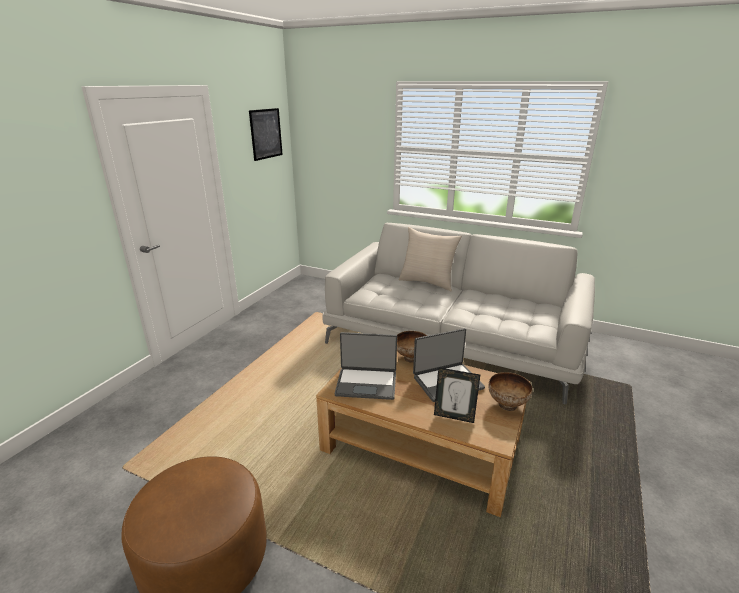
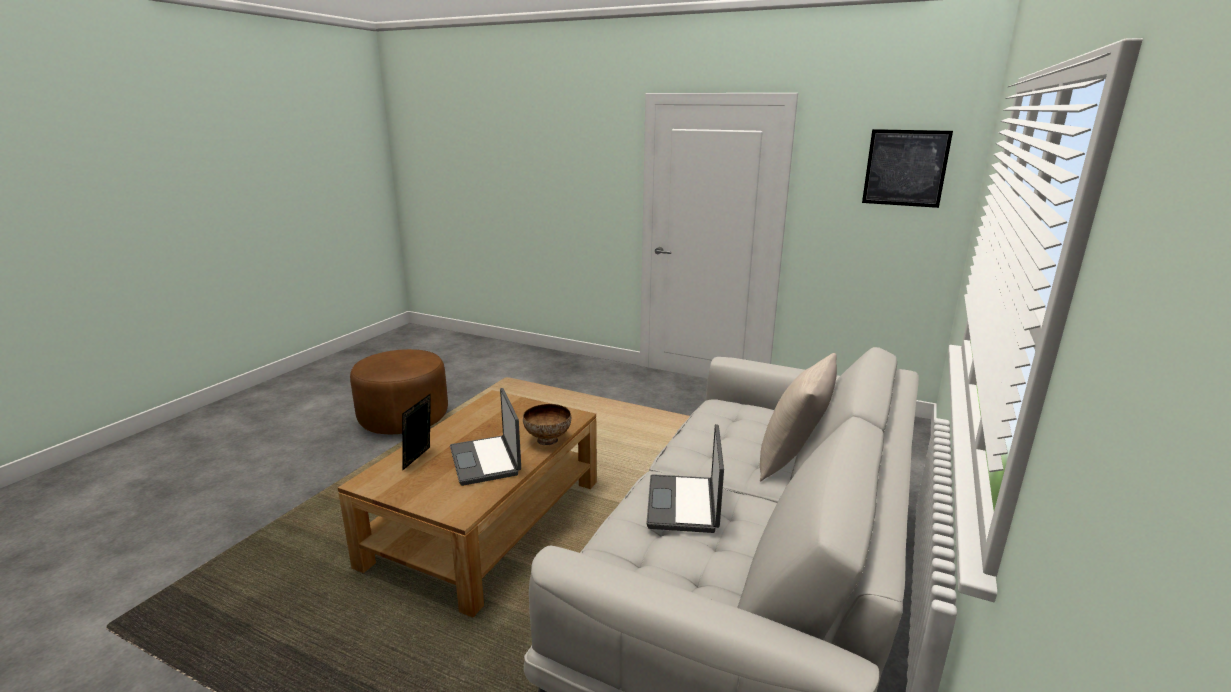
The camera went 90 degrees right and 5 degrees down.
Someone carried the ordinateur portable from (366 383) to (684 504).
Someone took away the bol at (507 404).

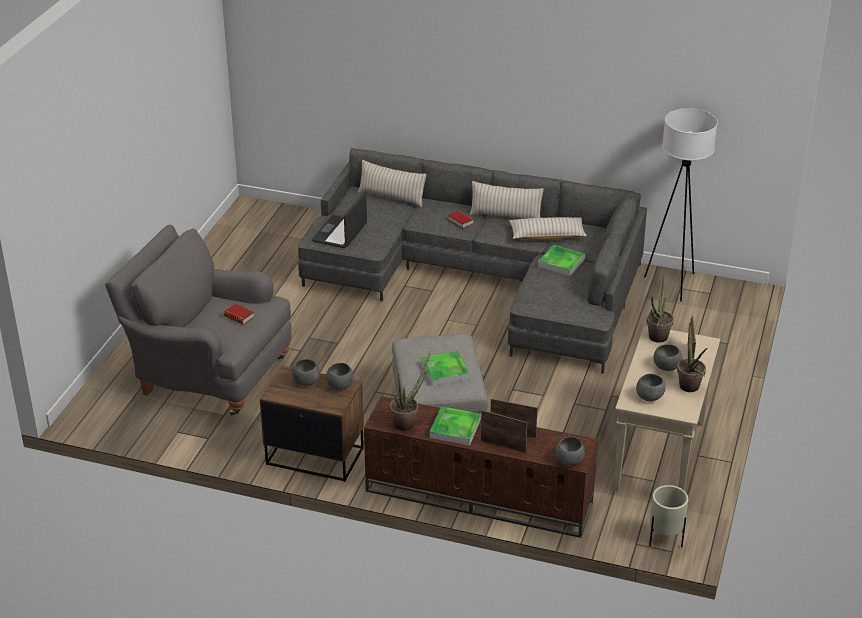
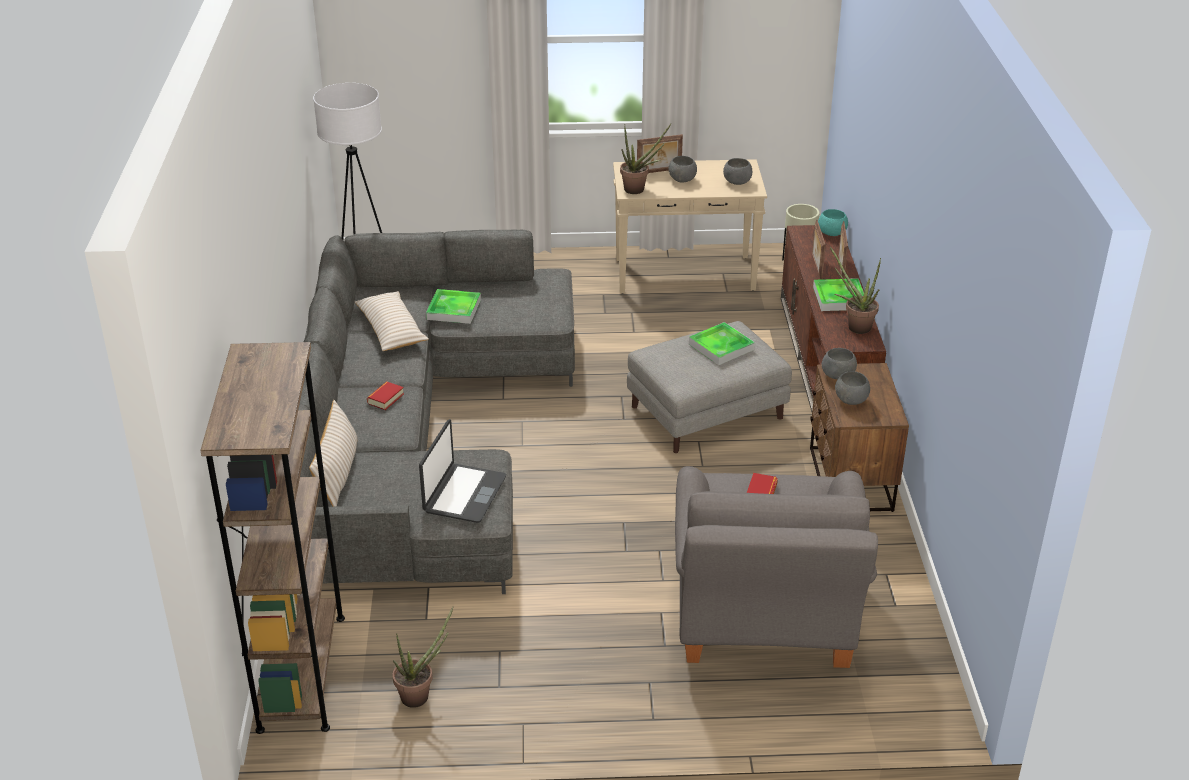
The camera went 110 degrees left and 0 degrees up.
Someone took away the coussin [beige] at (505 216).
Someone rotated the ordinateur portable at (340 233) by 75 degrees counterclockwise.
Someone carried the plante en pot from (690 389) to (420 695).
Someone repainted the bol [gris] at (569 461), which became the bol [turquoise] at (831 234).
Someone put down the bibliothèque [marron] at (302 672).

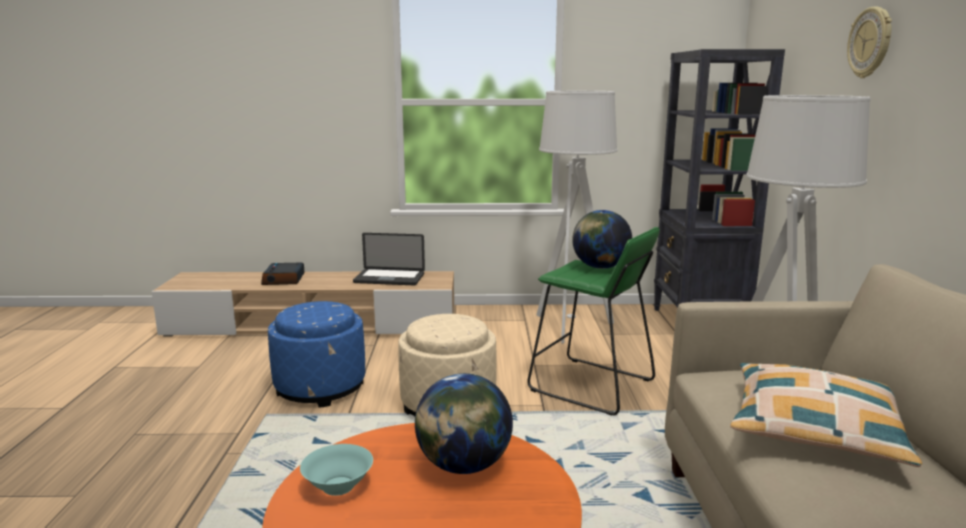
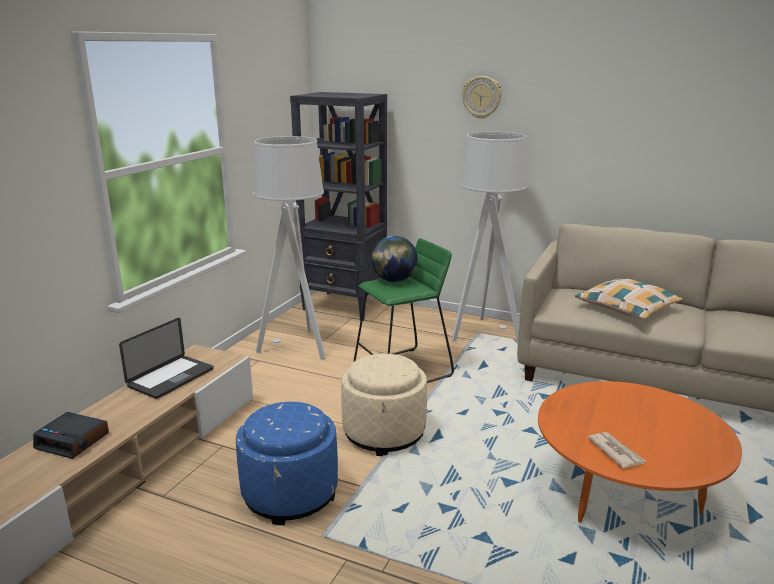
The camera went 65 degrees left and 5 degrees up.
Someone took away the globe at (463 466).
Someone swapped the bol [turquoise] at (338 485) for the journal at (615 451).

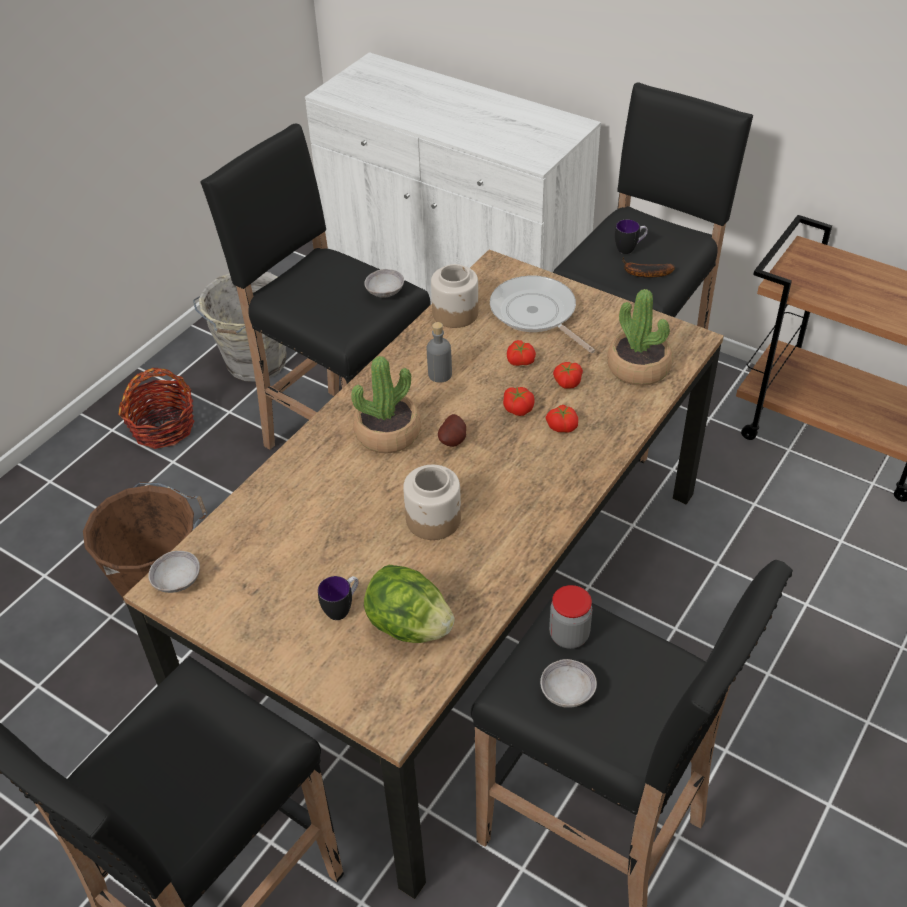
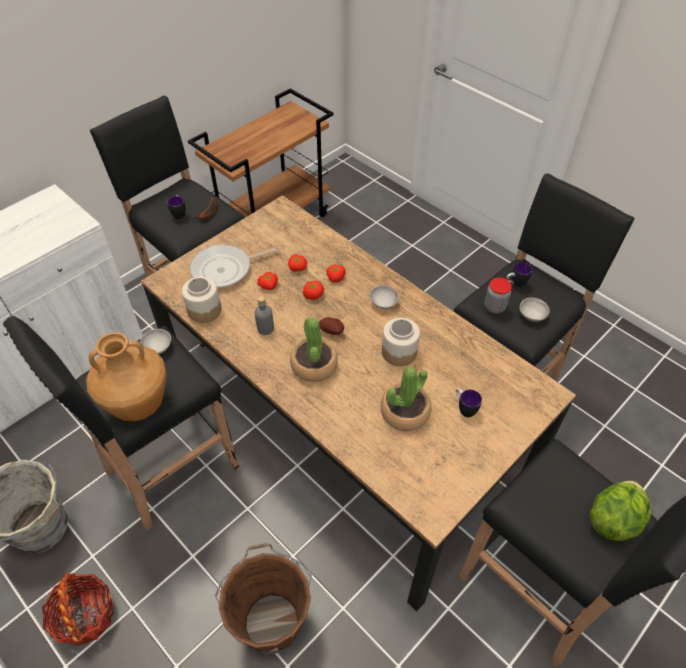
The camera went 80 degrees left and 5 degrees up.
Someone carried the plante en pot from (638 367) to (405 412).
Someone carried the bol [gris] from (177 581) to (383 303).
Someone carried the laitue from (409 626) to (613 519).
Someone put down the mug at (515 284).
Someone put down the vase [marron] at (140 405).

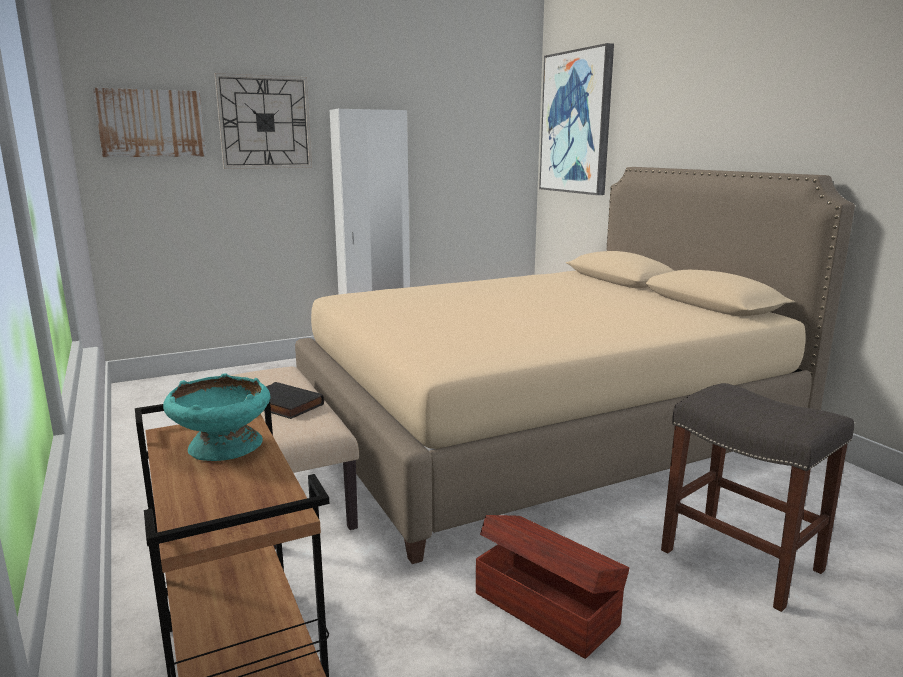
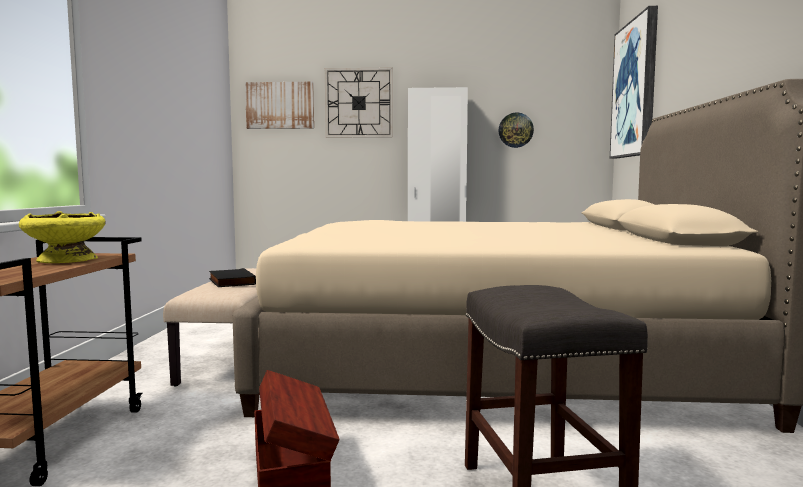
The camera went 30 degrees right and 10 degrees down.
Someone repainted the bol [turquoise] at (222 446), which became the bol [jaune] at (66 260).
Someone put up the horloge murale at (515 130).

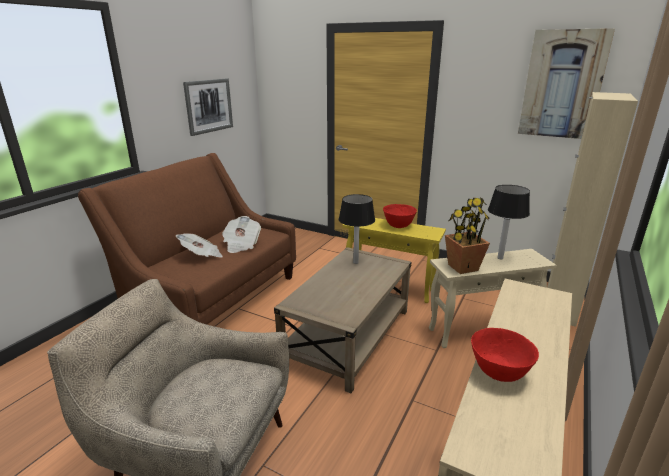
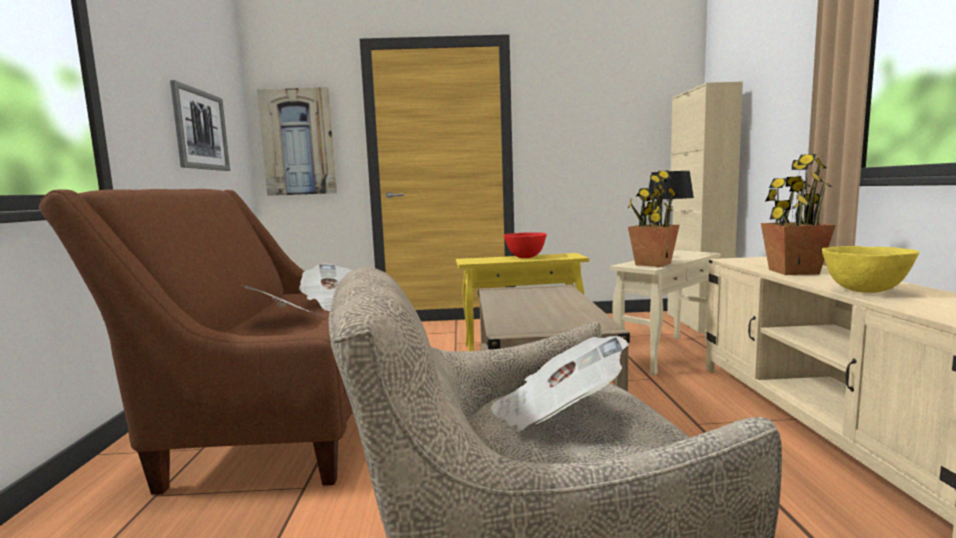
The camera went 30 degrees left and 15 degrees down.
Someone carried the tableau from (562 85) to (298 142).
Someone took away the lampe de table at (355 262).
Someone repainted the bol [rouge] at (499 373), which became the bol [jaune] at (864 291).
Someone put down the plante en pot at (792 272).
Someone put down the journal at (556 414).

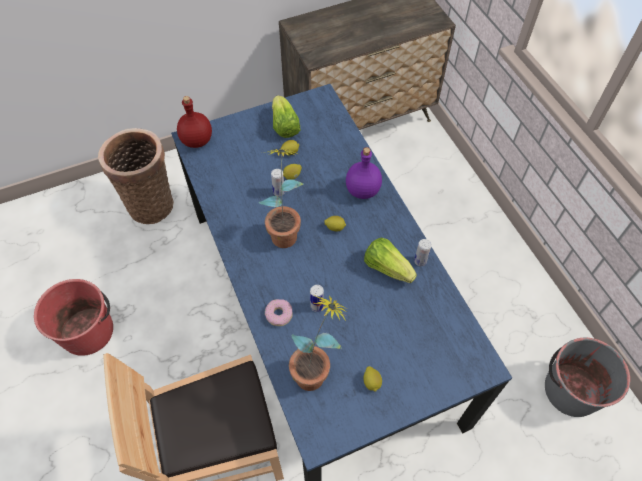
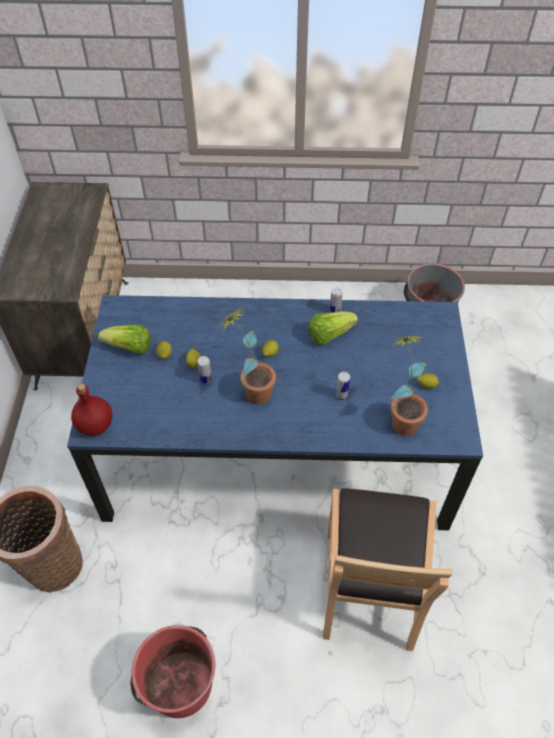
The camera went 65 degrees left and 5 degrees down.
Someone took away the bouteille [violet] at (362 191).
Someone took away the beignet at (279 314).

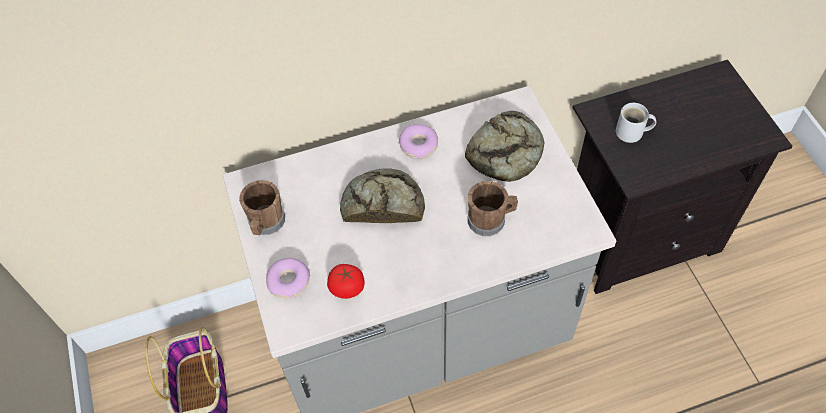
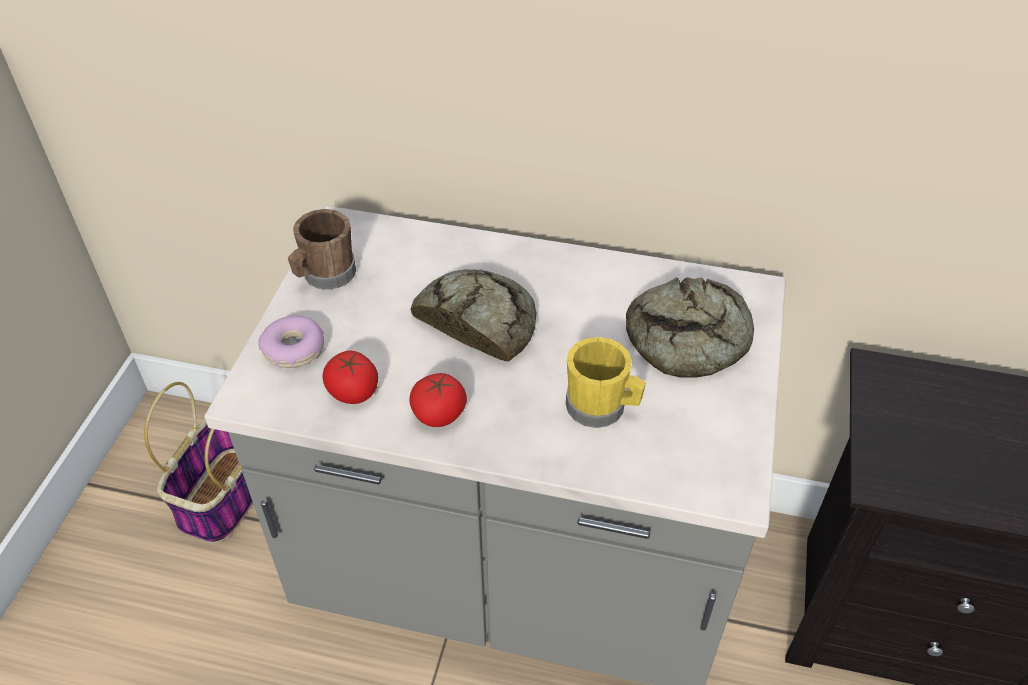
The camera went 30 degrees right and 10 degrees down.
Someone took away the mug [blanc] at (632 133).
Someone took away the beignet at (418 146).
Someone repainted the mug [marron] at (490 220), which became the mug [jaune] at (602 408).
Someone put down the tomate at (439 414).

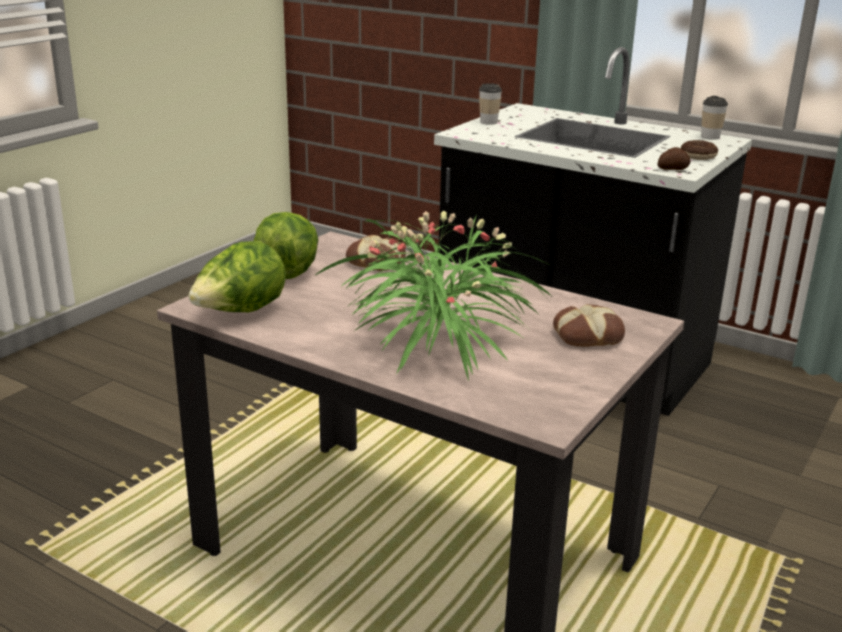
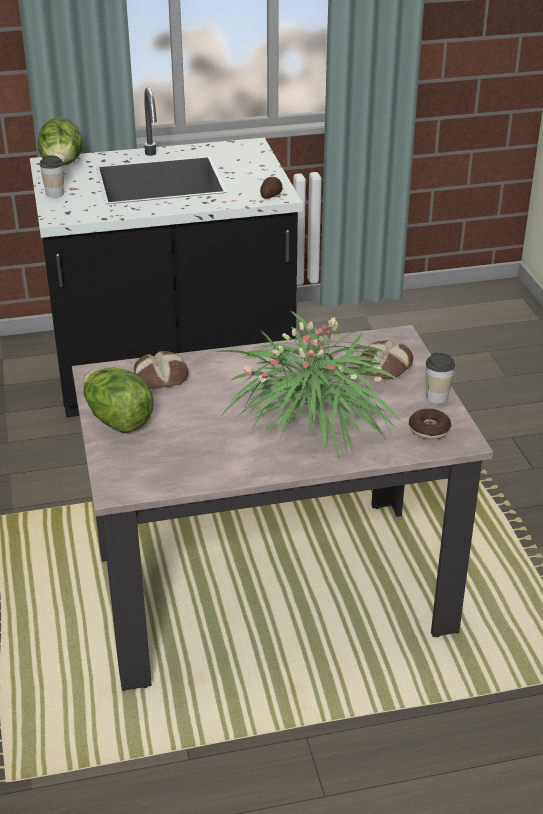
The camera went 45 degrees left and 10 degrees up.
Someone carried the tasse from (710 137) to (437 397).
Someone carried the beignet from (698 156) to (429 430).
Someone carried the laitue from (240 313) to (62 166).

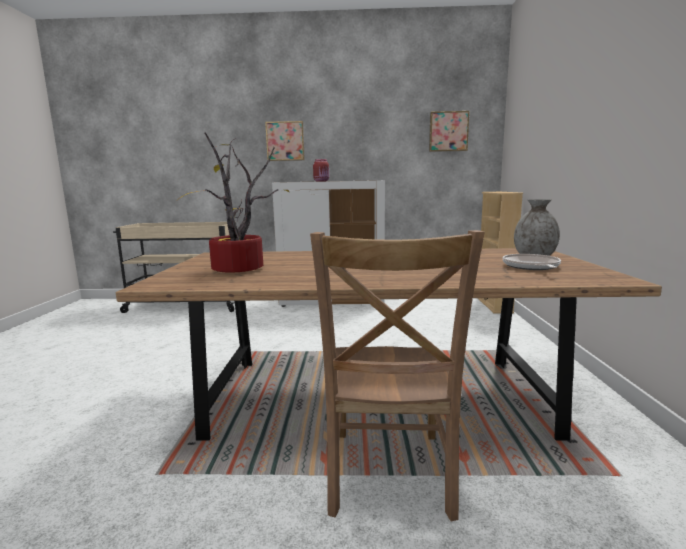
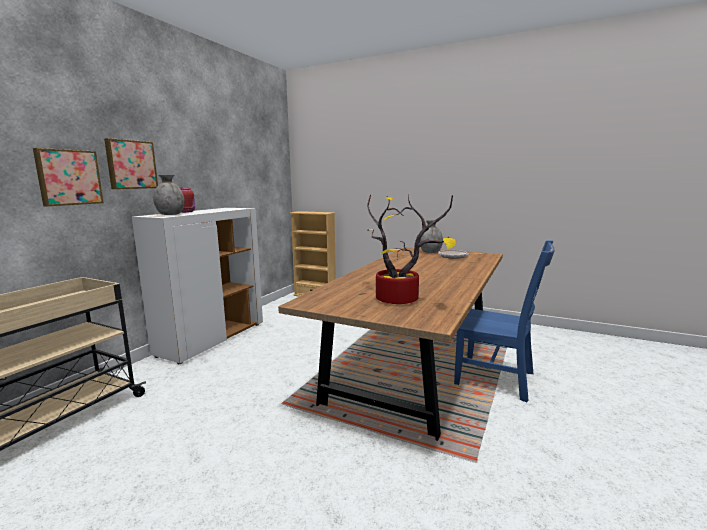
The camera went 65 degrees left and 0 degrees up.
Someone carried the tableau from (448 131) to (68 177).
Someone repainted the chaise [marron] at (388 476), which became the chaise [bleu] at (498 379).
Someone put down the vase [gris] at (171 214).

